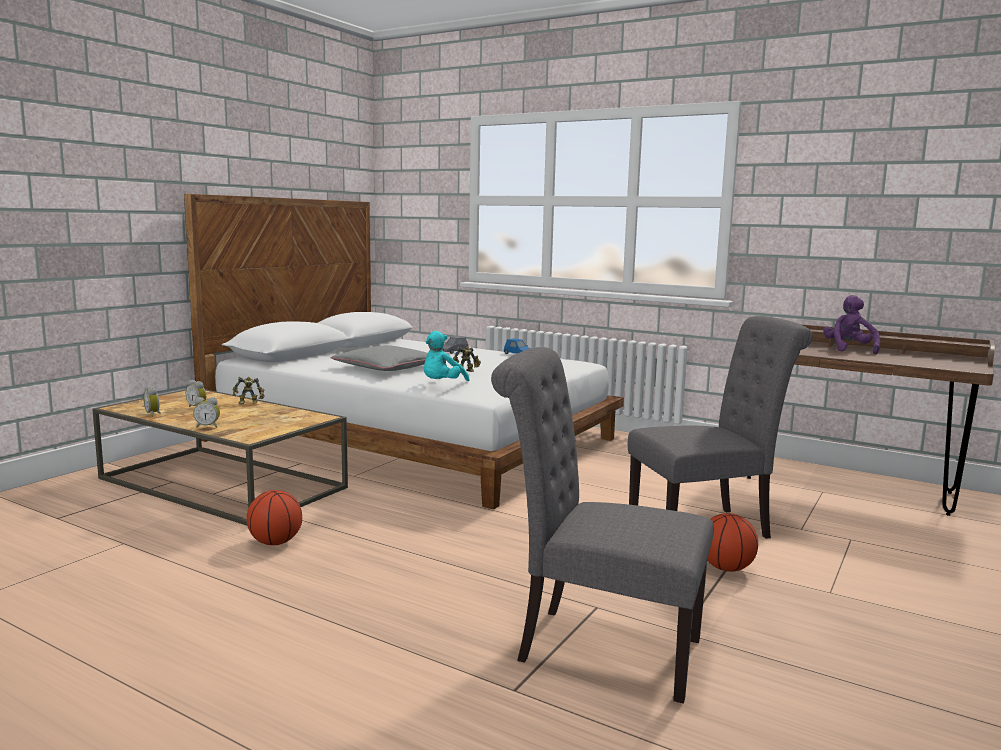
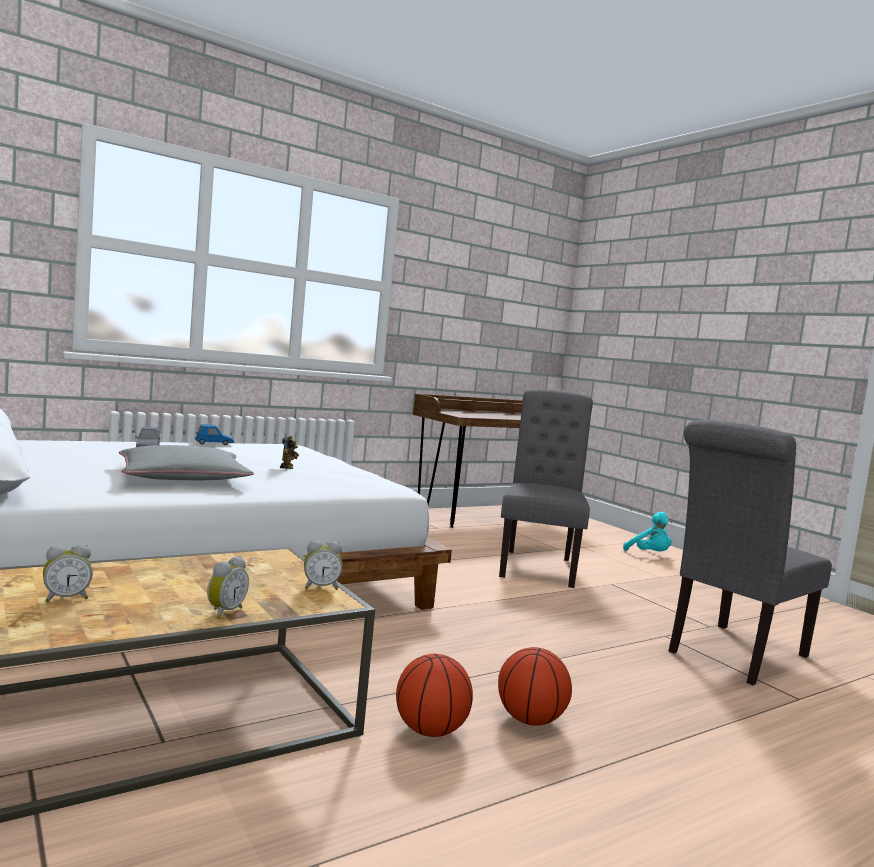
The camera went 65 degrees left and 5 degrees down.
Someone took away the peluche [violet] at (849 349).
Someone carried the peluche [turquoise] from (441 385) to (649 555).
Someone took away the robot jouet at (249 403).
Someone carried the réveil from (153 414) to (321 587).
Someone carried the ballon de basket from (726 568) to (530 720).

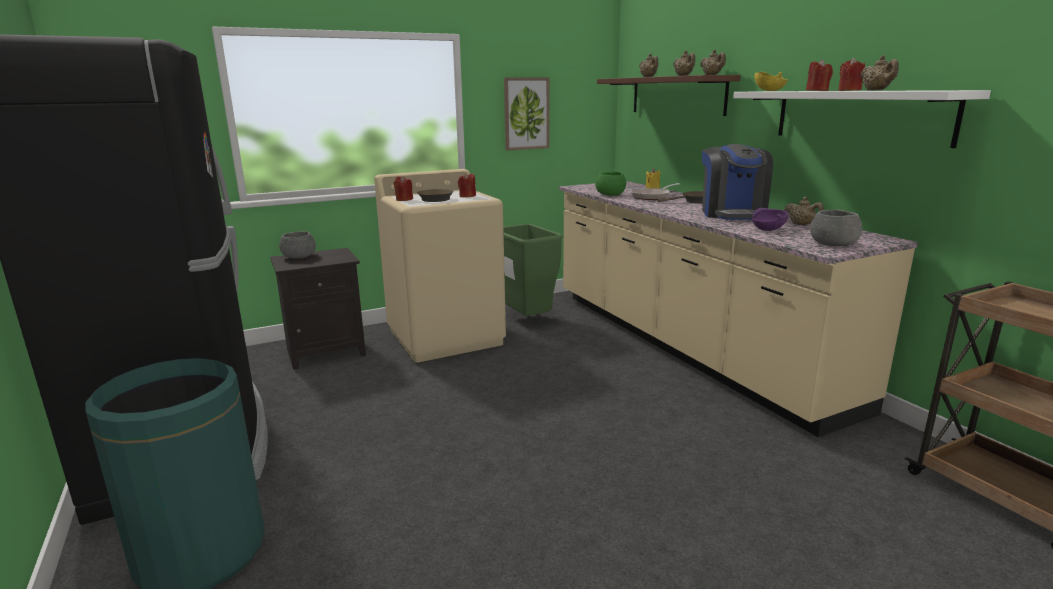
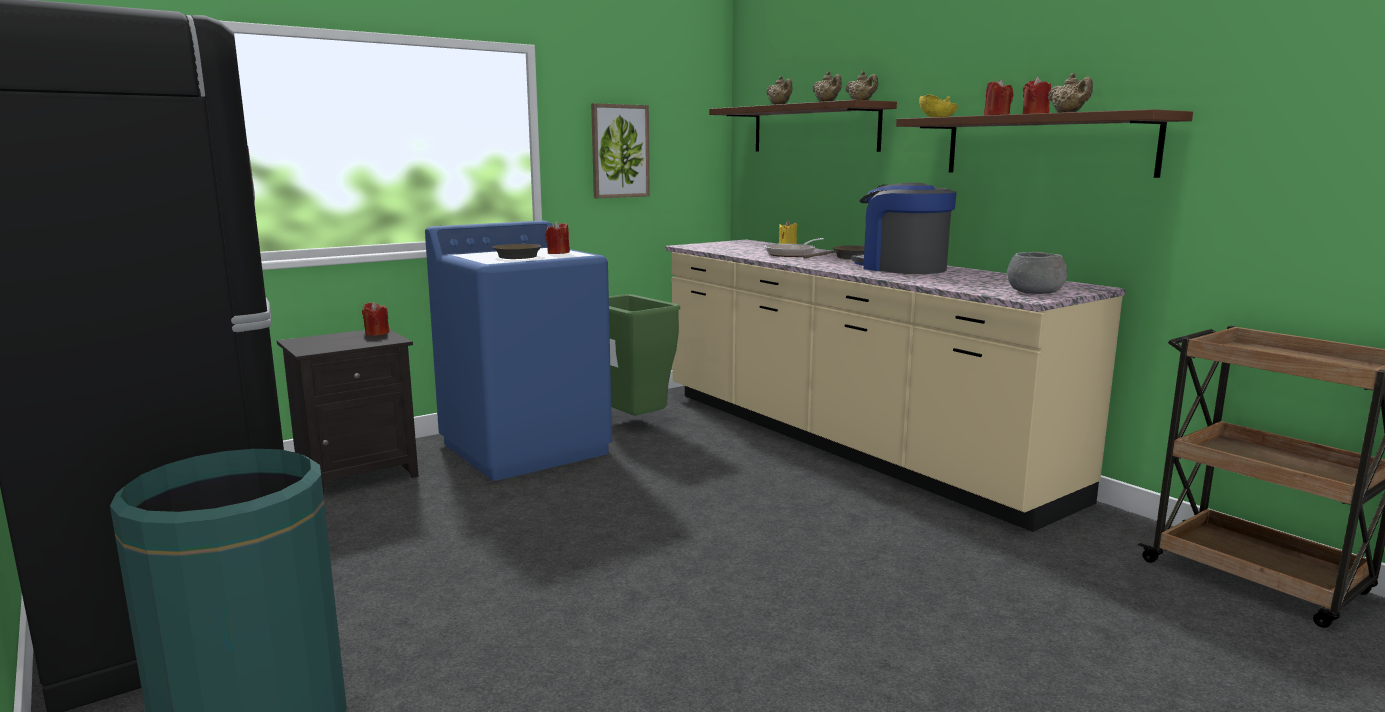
The camera went 10 degrees left and 5 degrees down.
Someone repainted the étagère [blanc] at (859 116), which became the étagère [marron] at (1046 145).
Someone rotated the machine à café at (732 213) by 150 degrees clockwise.
Someone repainted the lave-linge [beige] at (446 337), which became the lave-linge [bleu] at (526 448).
Someone took away the bol [vert] at (610 194).
Someone carried the bougie [rouge] from (404 199) to (376 333).
Someone took away the théière [beige] at (801 225).
Someone took away the bol [violet] at (767 230).
Someone took away the bol [gris] at (299 256).

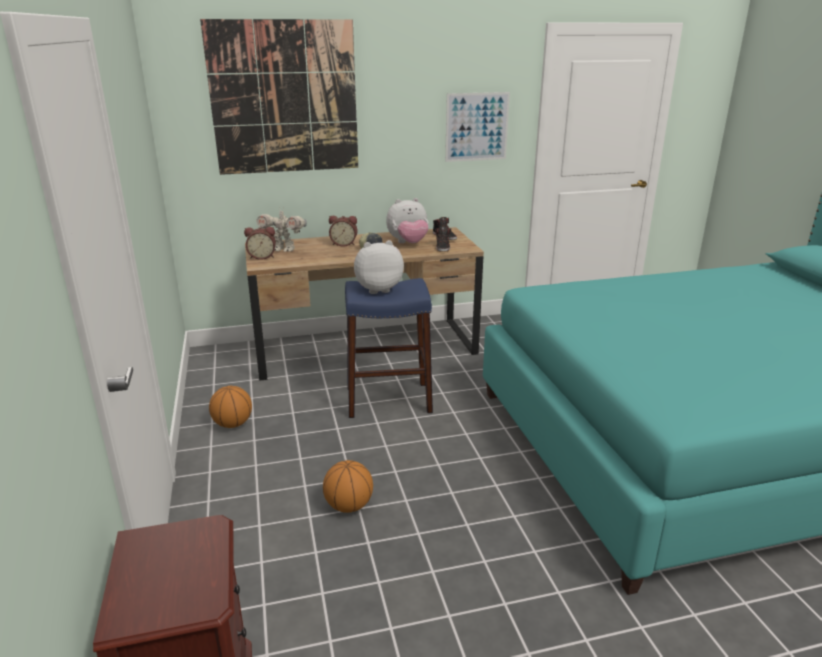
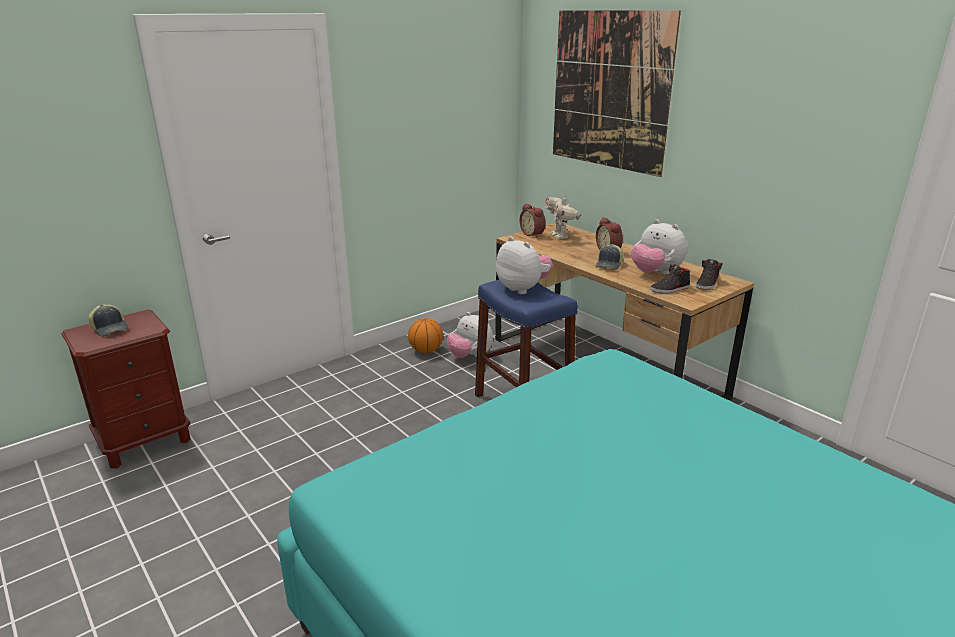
The camera went 65 degrees right and 0 degrees up.
Someone took away the tableau at (477 127).
Someone took away the ballon de basket at (349 506).
Someone put down the casquette at (110 328).
Someone put down the peluche at (470 356).

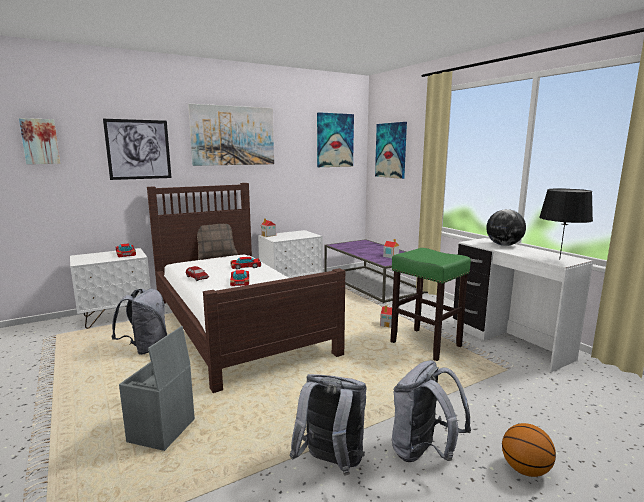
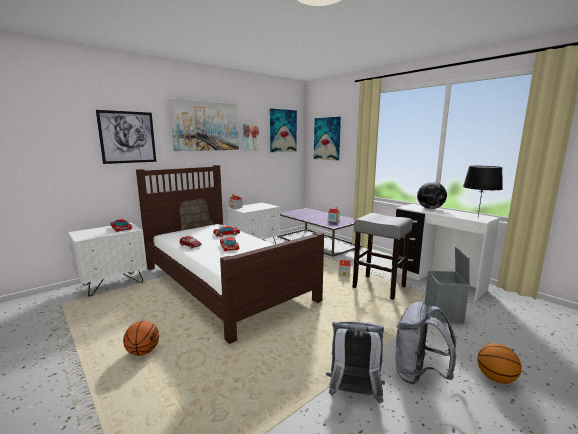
The camera went 10 degrees left and 0 degrees up.
Someone carried the tableau from (40 141) to (250 137).
Someone repainted the tabouret [vert] at (424 344), which became the tabouret [gris] at (378 287).
Someone took away the sac à dos [gris] at (145 347).
Someone carried the boîte de rangement [gris] from (162 431) to (444 314).
Someone put down the ballon de basket at (143 352).

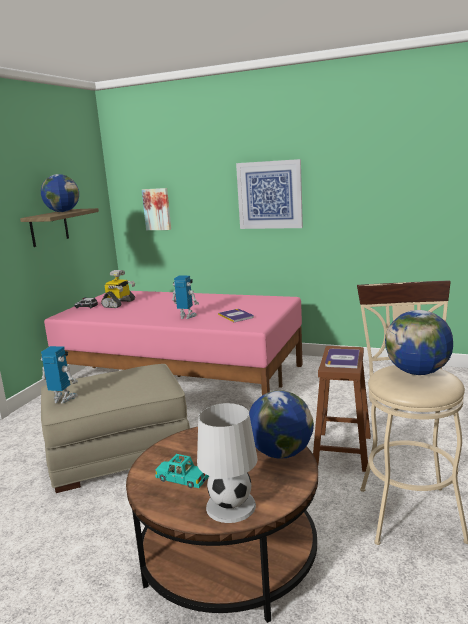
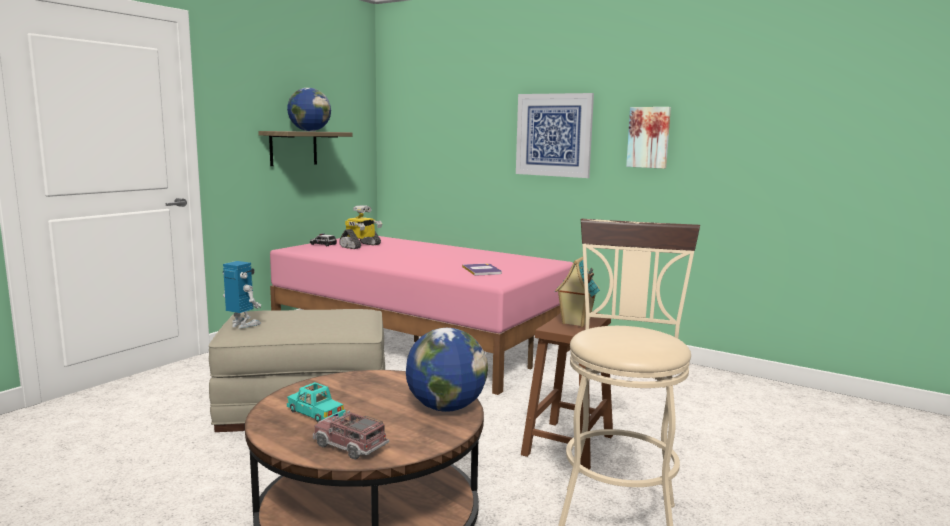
The camera went 10 degrees right and 5 degrees down.
Someone carried the tableau from (157 209) to (649 137).
Someone took away the robot jouet at (186 317).
Someone took away the globe at (417 372).
Someone swapped the livre at (342 359) for the maison miniature at (575 323).
Someone swapped the lampe de table [blanc] at (231 506) for the camion jouet at (350 446).

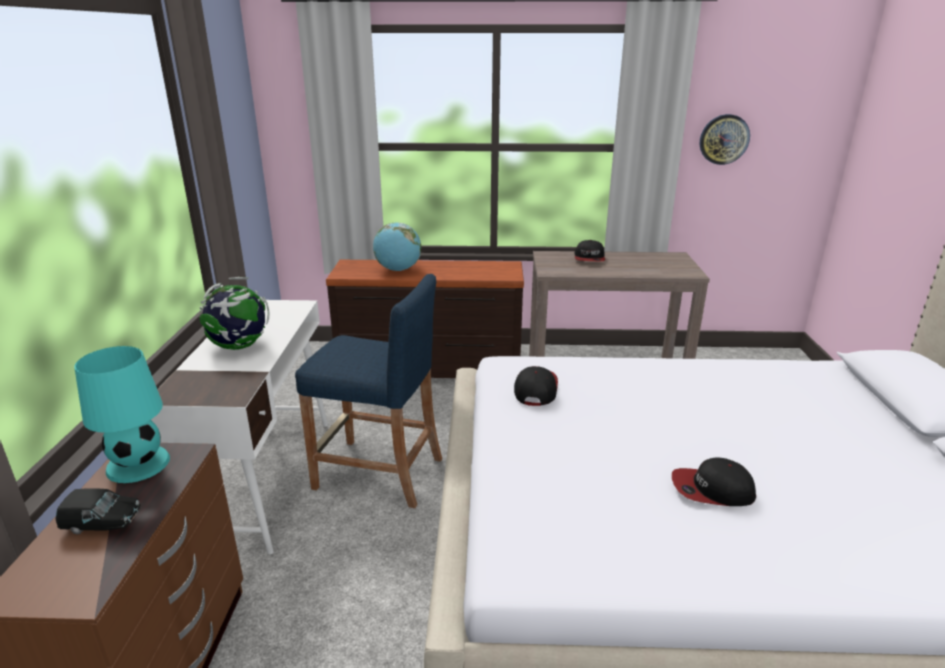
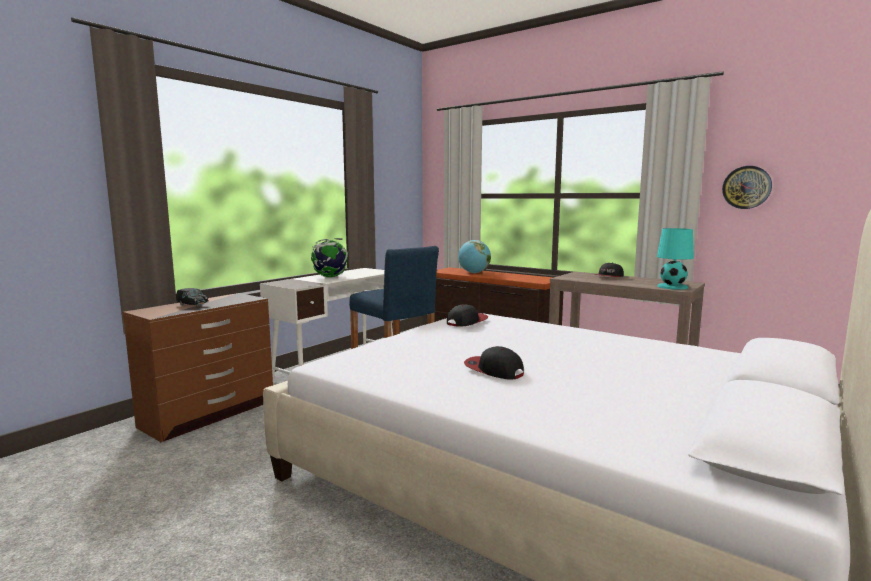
The camera went 35 degrees right and 15 degrees down.
Someone carried the lampe de table [turquoise] from (137 464) to (672 287).

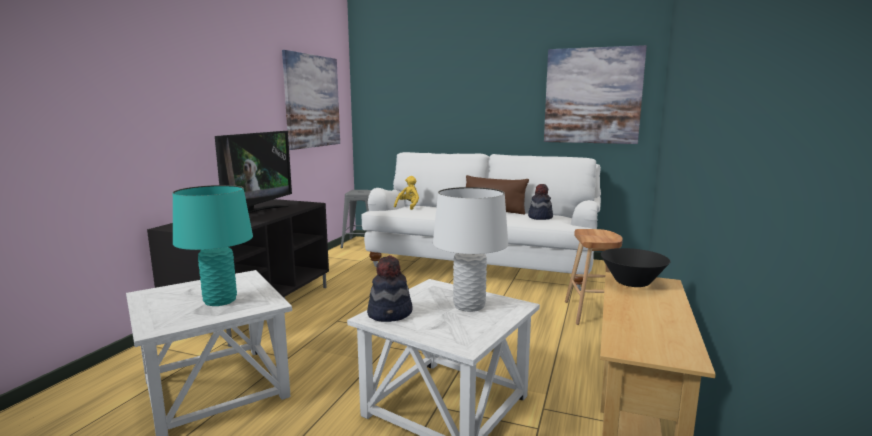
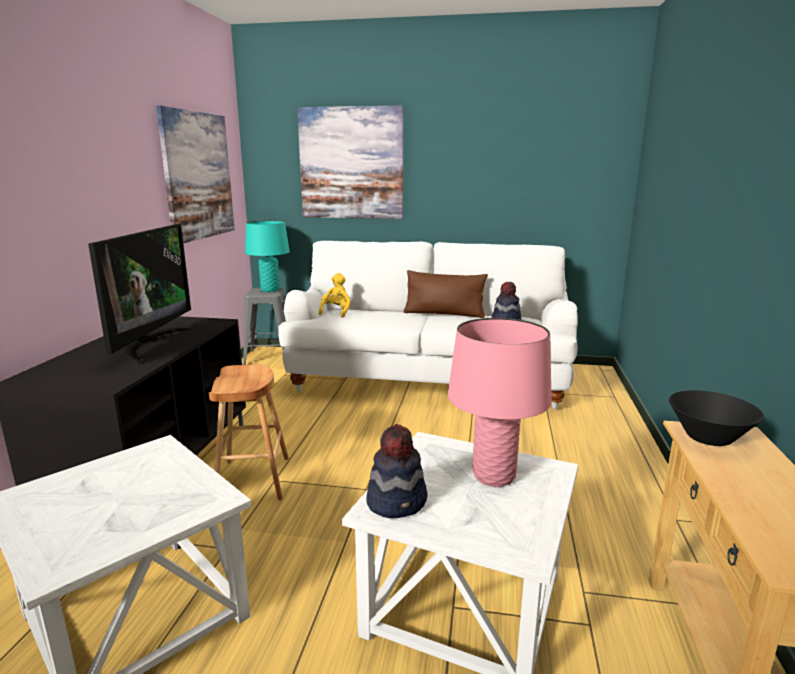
The camera went 10 degrees left and 5 degrees up.
Someone carried the tableau from (592 96) to (351 163).
Someone carried the lampe de table [turquoise] from (220 301) to (270 290).
Someone repainted the lampe de table [blanc] at (469 306), which became the lampe de table [rose] at (494 476).
Someone carried the tabouret [marron] from (593 313) to (253 479).

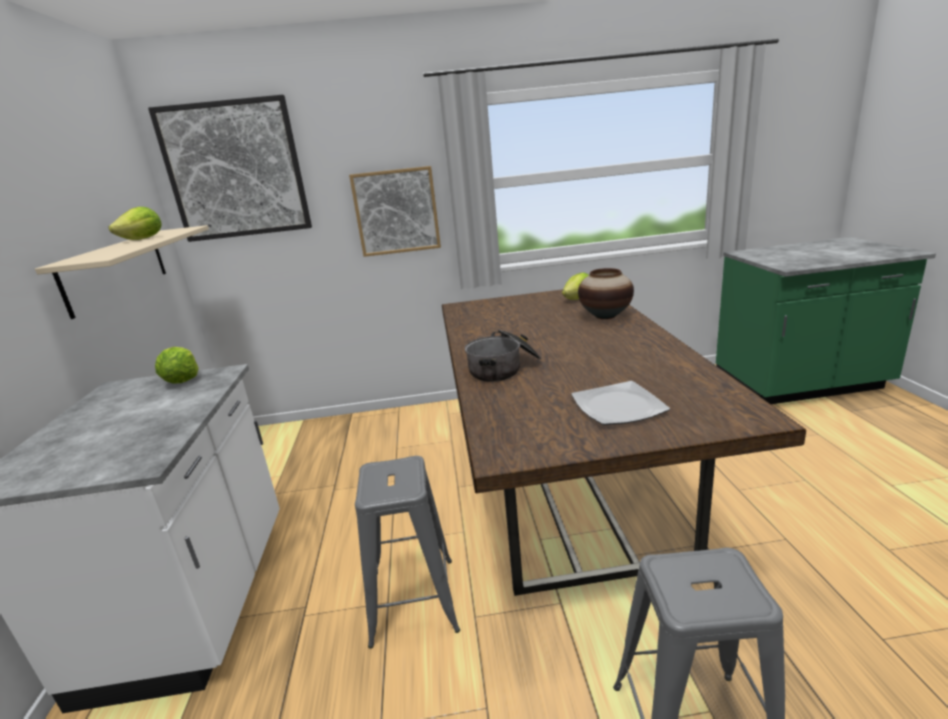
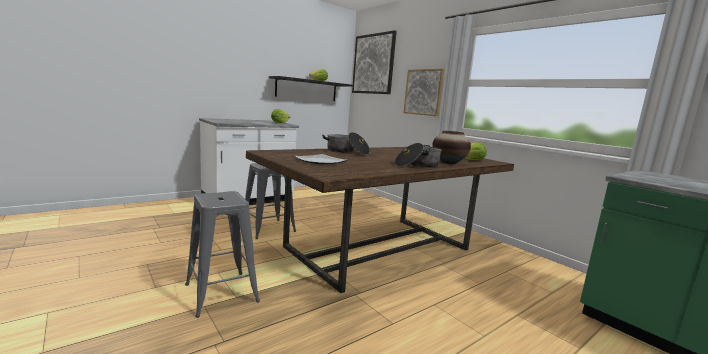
The camera went 55 degrees right and 10 degrees down.
Someone repainted the étagère [beige] at (116 269), which became the étagère [noir] at (307 89).
Someone put down the marmite at (417 165).

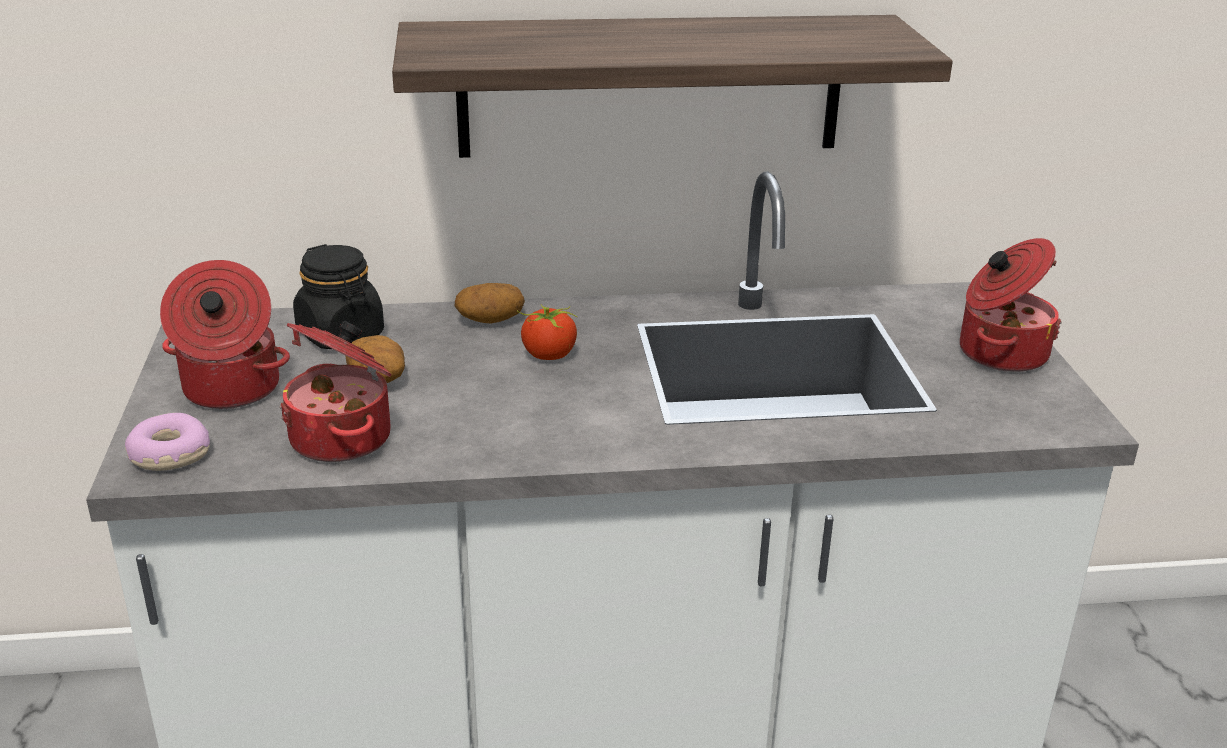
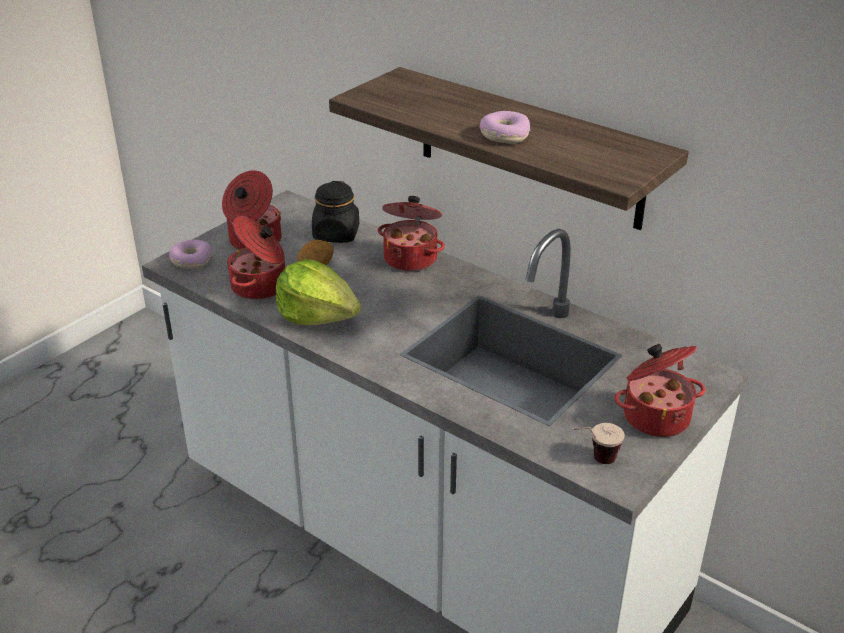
The camera went 45 degrees right and 5 degrees up.
Someone swapped the pomme de terre at (490 320) for the marmite at (411 258).
Someone took away the tomate at (548 355).
Someone put down the beignet at (504 135).
Someone put down the laitue at (317 315).
Someone put down the tasse at (593 461).

